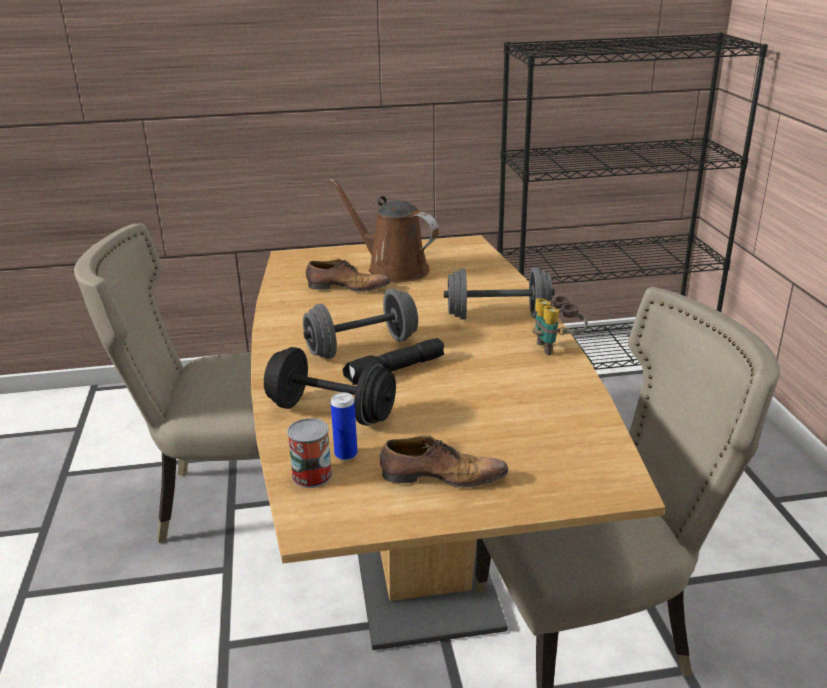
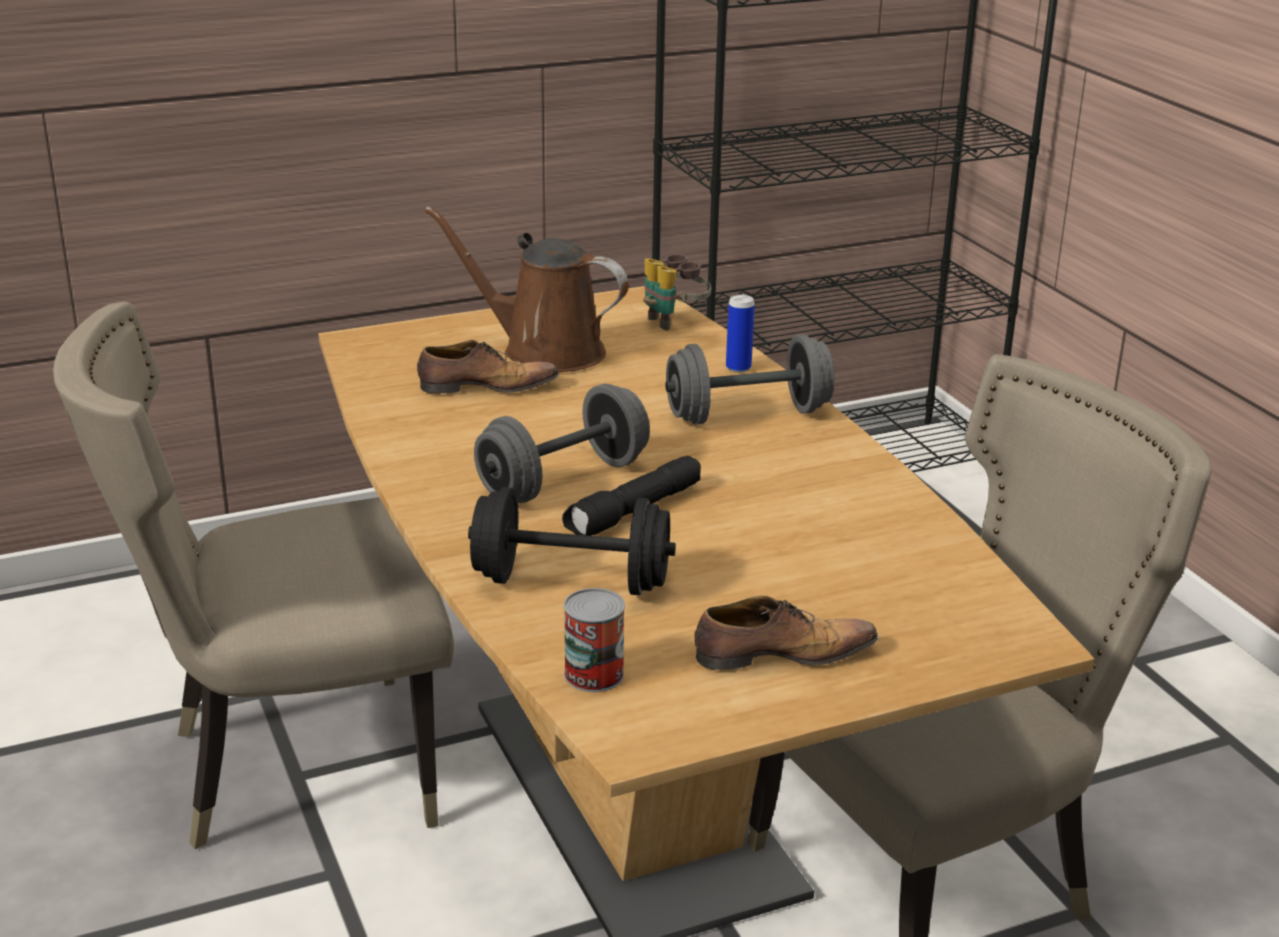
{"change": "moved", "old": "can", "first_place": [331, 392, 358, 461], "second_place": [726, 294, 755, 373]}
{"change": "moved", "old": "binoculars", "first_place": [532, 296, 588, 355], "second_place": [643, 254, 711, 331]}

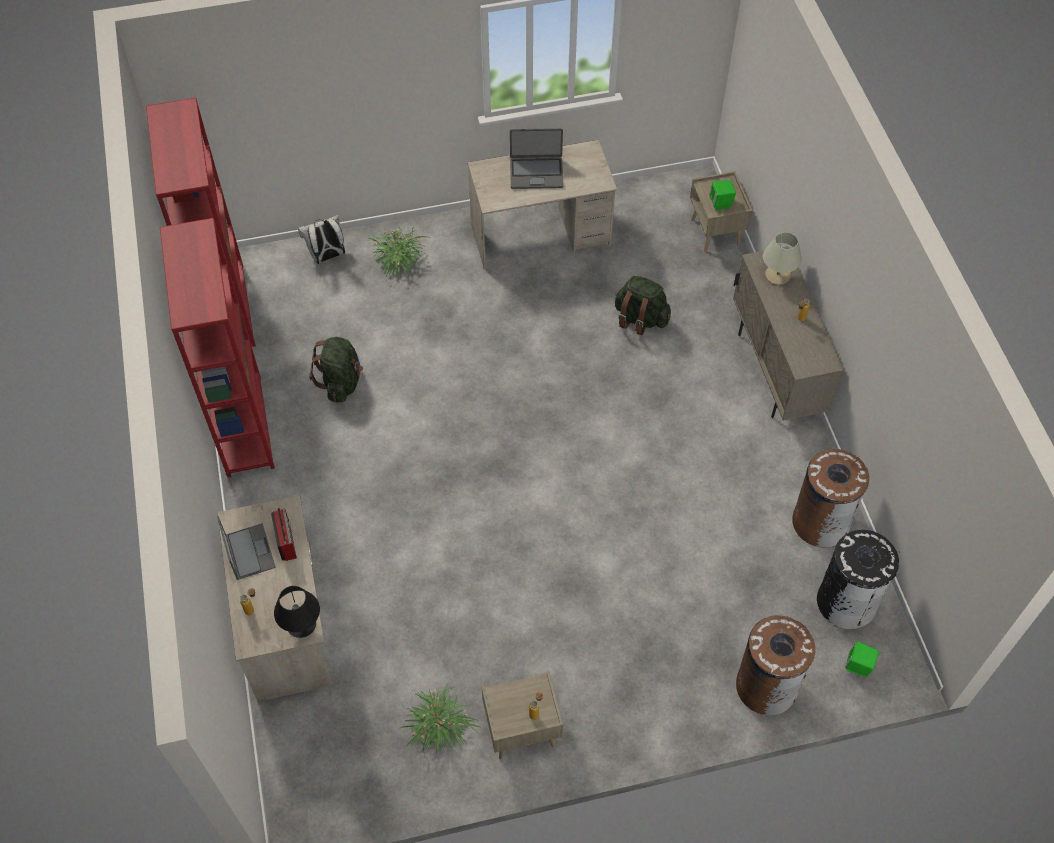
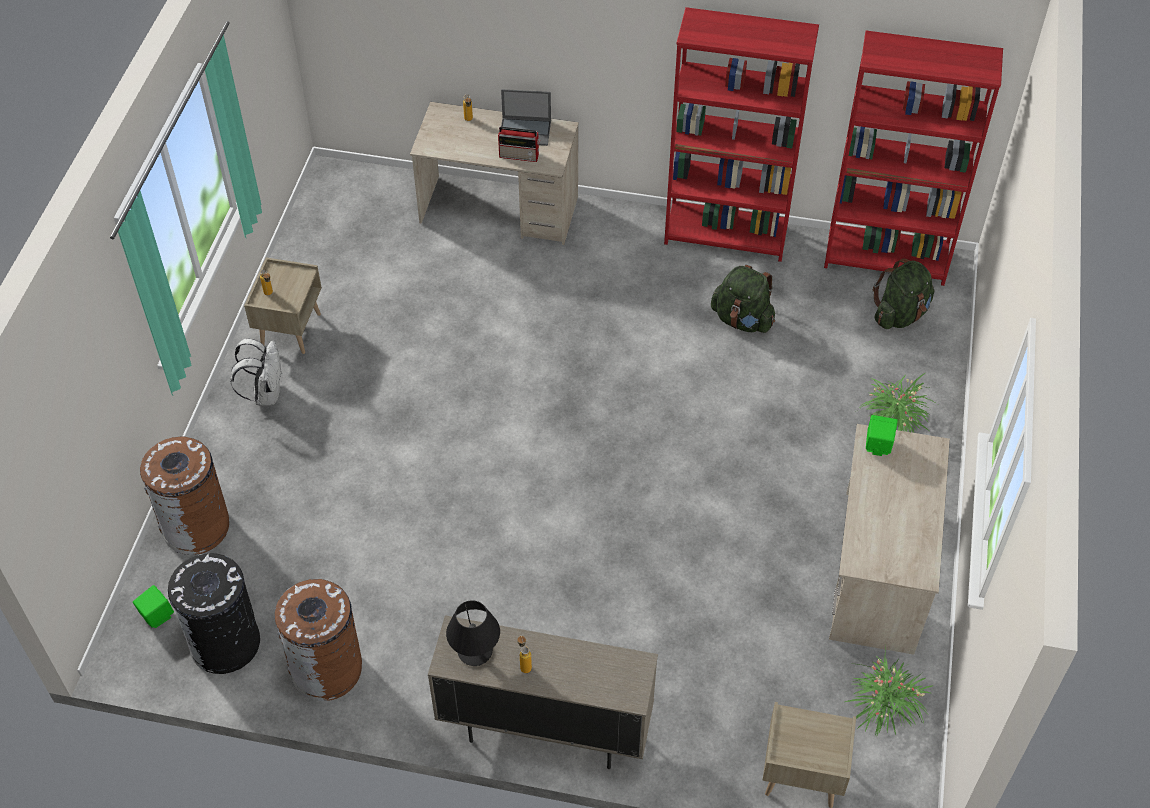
{"change": "moved", "old": "black-coloured lamp for a table", "first_place": [274, 586, 320, 638], "second_place": [446, 600, 500, 666]}
{"change": "moved", "old": "white-coloured backpack", "first_place": [298, 215, 345, 264], "second_place": [230, 338, 282, 405]}
{"change": "moved", "old": "plant in a pot", "first_place": [400, 682, 480, 759], "second_place": [845, 645, 932, 735]}
{"change": "removed", "old": "portable computer", "first_place": [510, 128, 564, 189]}
{"change": "moved", "old": "green-coloured backpack", "first_place": [615, 276, 671, 335], "second_place": [873, 259, 935, 329]}
{"change": "moved", "old": "green-coloured loudspeaker", "first_place": [709, 180, 736, 211], "second_place": [866, 415, 897, 456]}
{"change": "removed", "old": "sand-coloured lamp for a table", "first_place": [763, 232, 802, 285]}

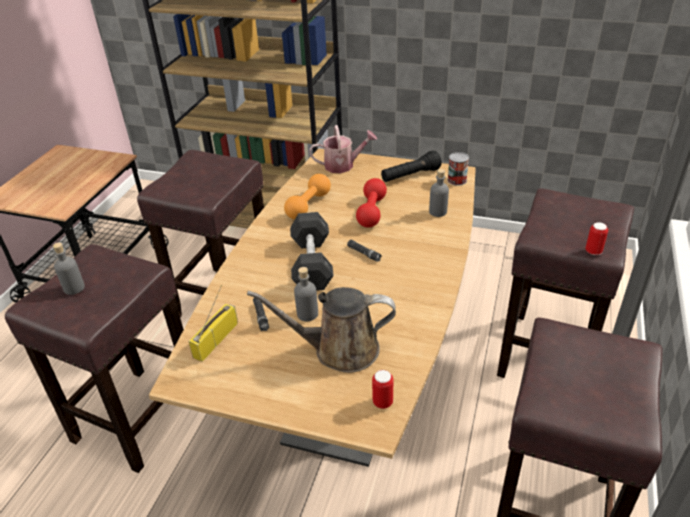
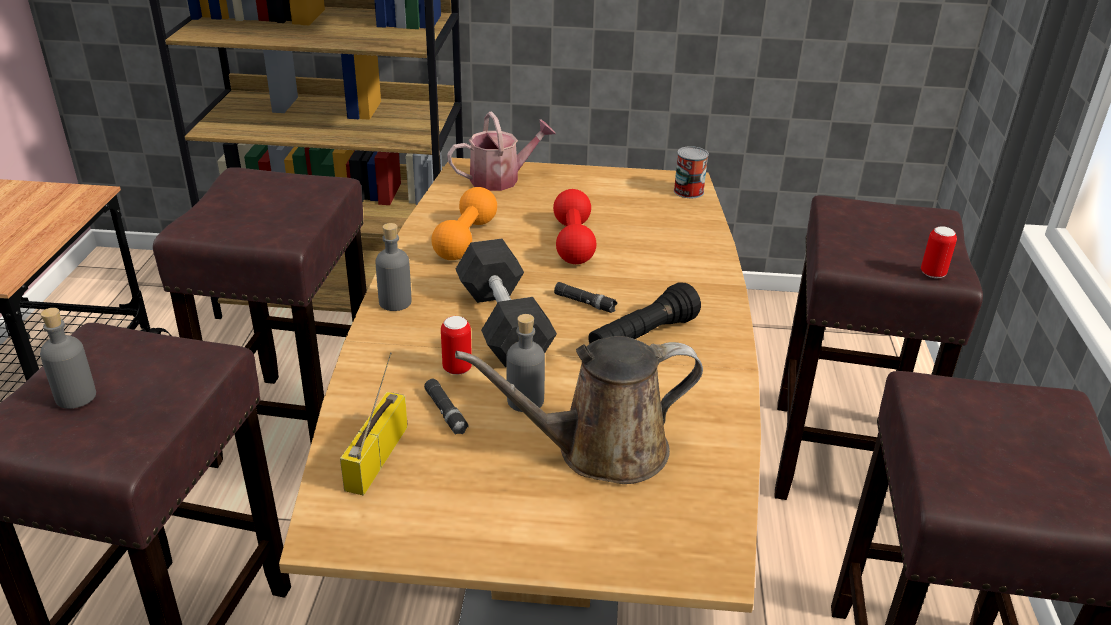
{"change": "moved", "old": "can", "first_place": [372, 370, 393, 409], "second_place": [441, 316, 472, 375]}
{"change": "moved", "old": "black-coloured hand torch", "first_place": [381, 151, 442, 182], "second_place": [588, 282, 701, 344]}
{"change": "moved", "old": "greyish beverage bottle", "first_place": [429, 169, 449, 217], "second_place": [375, 223, 411, 311]}

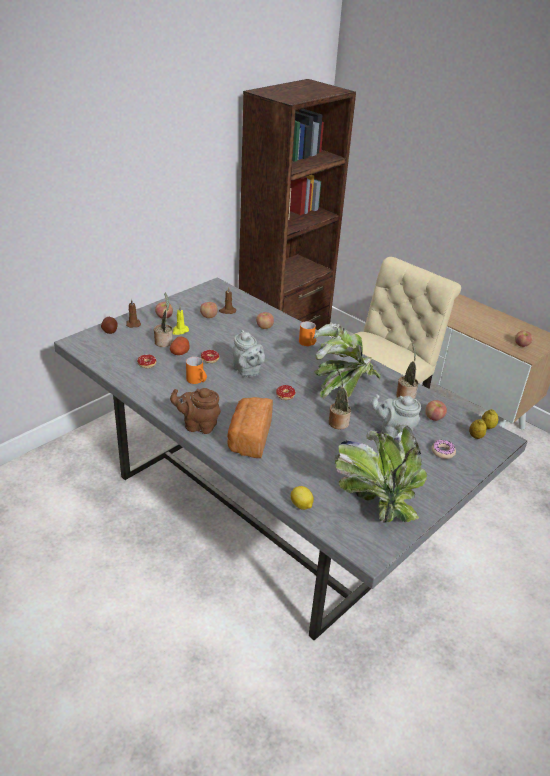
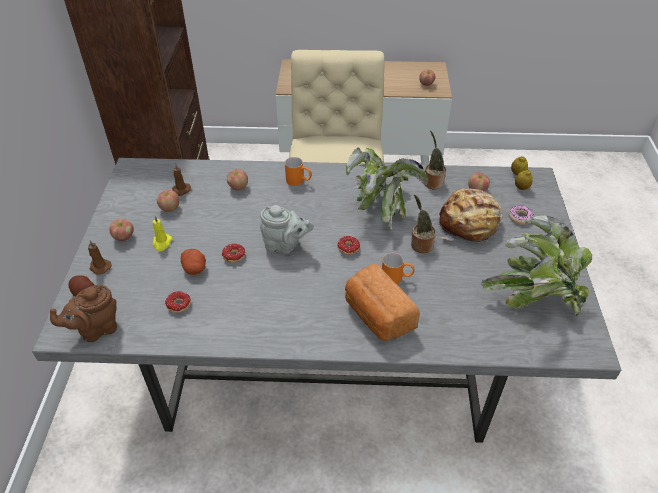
{"change": "removed", "old": "plant in a pot", "first_place": [154, 293, 173, 347]}
{"change": "moved", "old": "brown teapot", "first_place": [170, 388, 221, 434], "second_place": [50, 285, 117, 342]}
{"change": "moved", "old": "orange tea mug", "first_place": [186, 357, 207, 384], "second_place": [382, 253, 414, 285]}
{"change": "removed", "old": "citrus fruit", "first_place": [291, 486, 314, 510]}
{"change": "replaced", "old": "greyish teapot", "new": "bakery bread", "first_place": [371, 394, 421, 438], "second_place": [439, 188, 503, 242]}

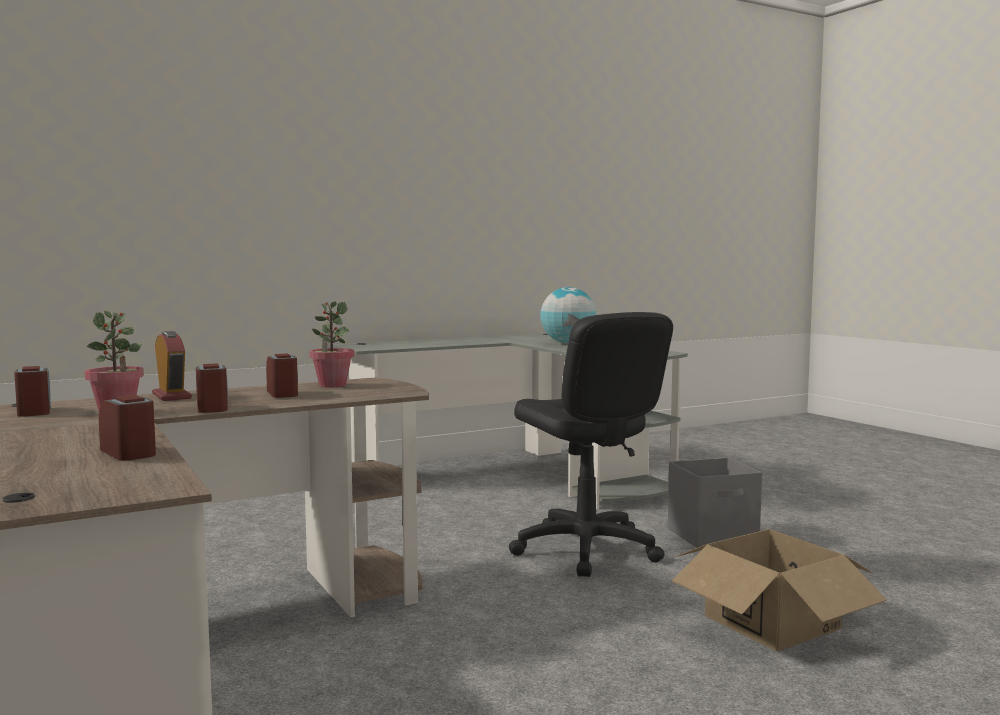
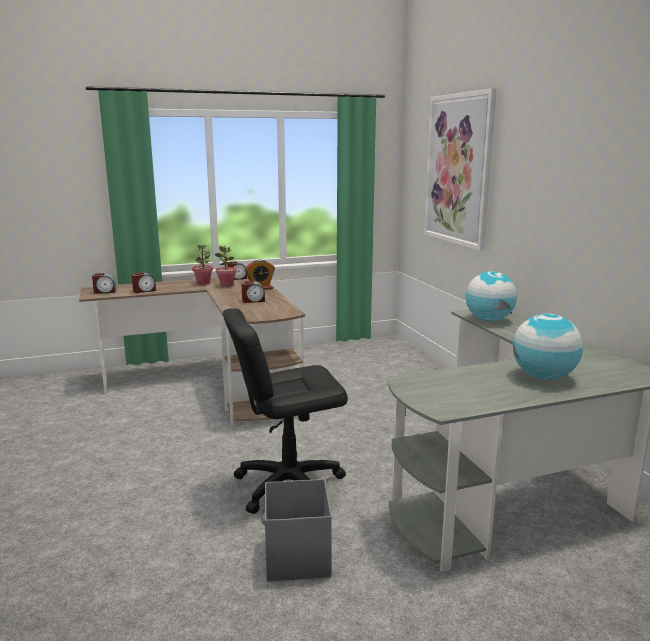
{"change": "moved", "old": "bedside clock", "first_place": [196, 364, 228, 413], "second_place": [92, 273, 117, 294]}
{"change": "moved", "old": "plant in a pot", "first_place": [309, 301, 354, 387], "second_place": [192, 245, 213, 285]}
{"change": "removed", "old": "cardboard box", "first_place": [672, 529, 887, 651]}
{"change": "added", "new": "wall art", "second_place": [424, 88, 497, 251]}
{"change": "added", "new": "globe", "second_place": [465, 271, 517, 321]}

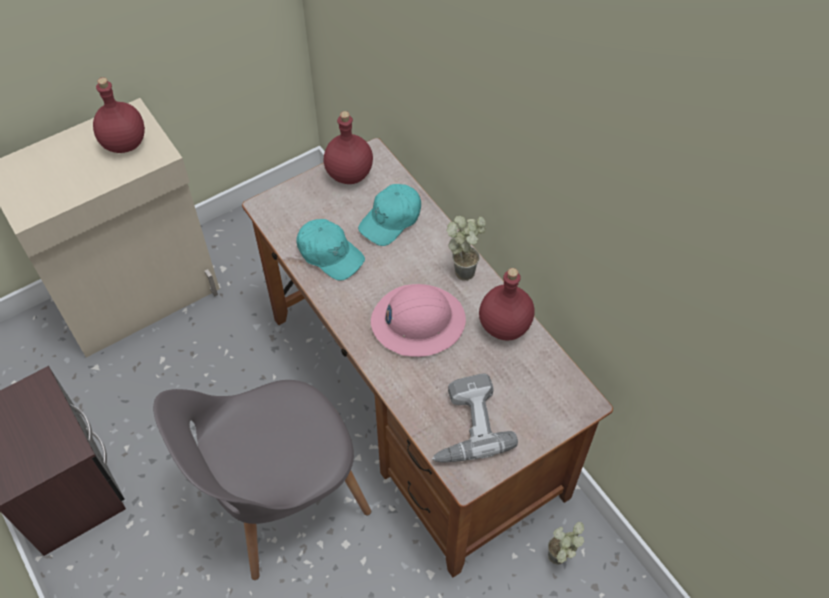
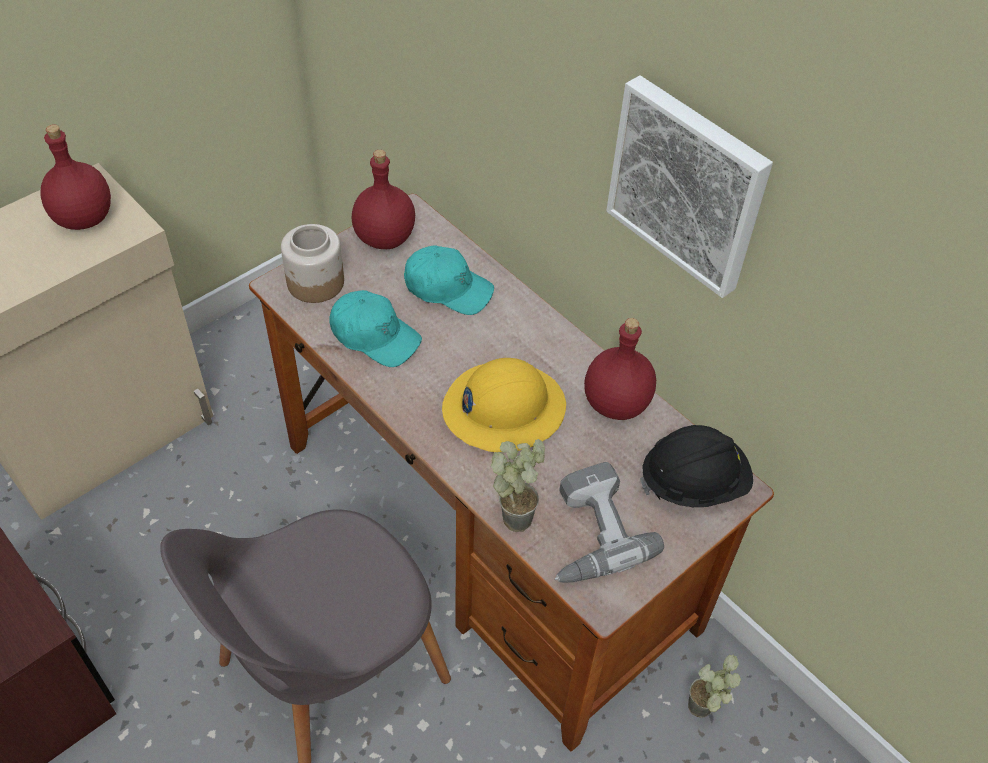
{"change": "turned", "old": "turquoise cap", "first_place": [358, 184, 421, 246], "second_place": [404, 245, 494, 315], "degrees": -105}
{"change": "recoloured", "old": "pink hard hat", "new": "yellow-coloured hard hat", "first_place": [371, 284, 466, 357], "second_place": [442, 358, 566, 452]}
{"change": "moved", "old": "plant in a pot", "first_place": [446, 216, 486, 281], "second_place": [490, 439, 545, 532]}
{"change": "added", "new": "jar", "second_place": [281, 224, 344, 303]}
{"change": "added", "new": "wall art", "second_place": [606, 75, 773, 298]}
{"change": "added", "new": "black-coloured hard hat", "second_place": [640, 425, 753, 507]}

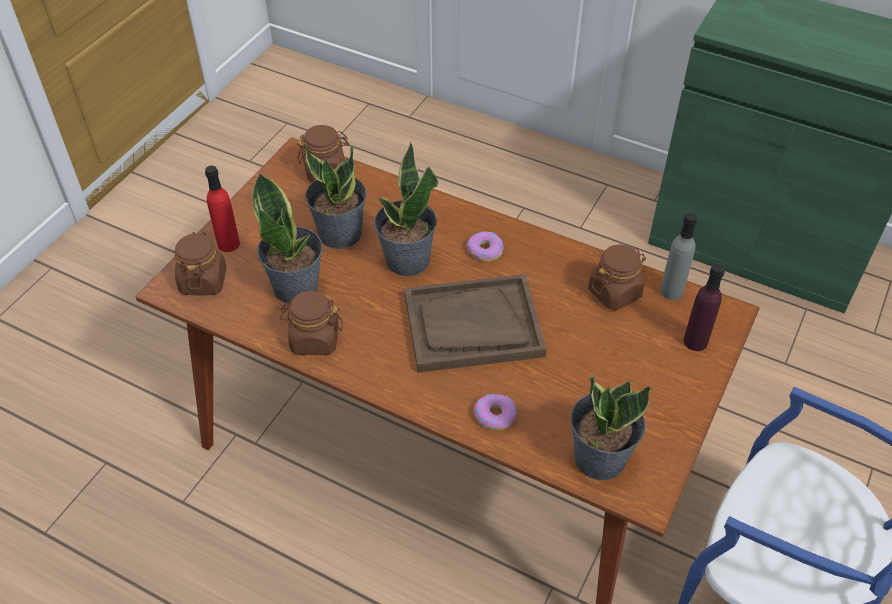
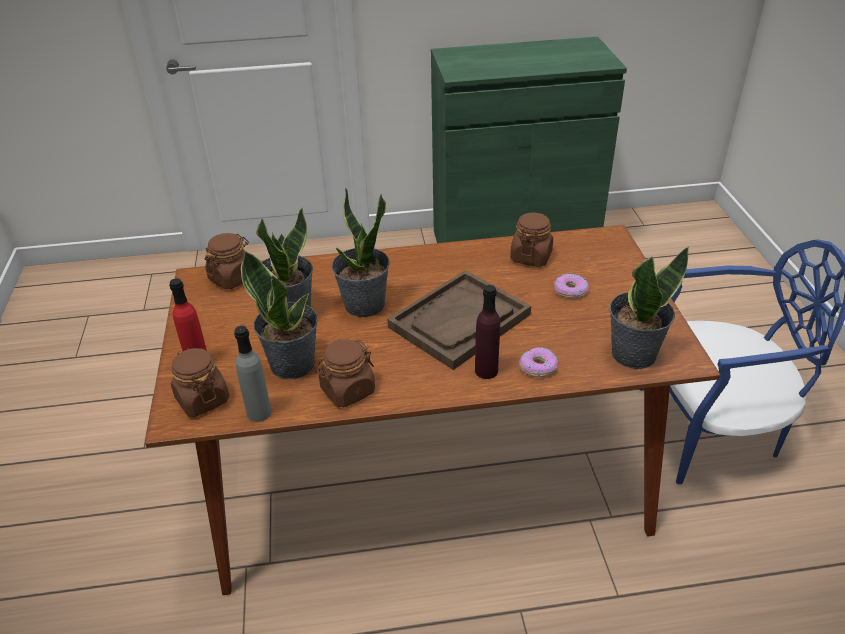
{"change": "moved", "old": "doughnut", "first_place": [466, 231, 503, 262], "second_place": [554, 273, 589, 298]}
{"change": "moved", "old": "greyish beverage bottle", "first_place": [660, 213, 698, 300], "second_place": [234, 326, 272, 422]}
{"change": "moved", "old": "purple-coloured beverage bottle", "first_place": [683, 264, 725, 351], "second_place": [475, 285, 500, 379]}

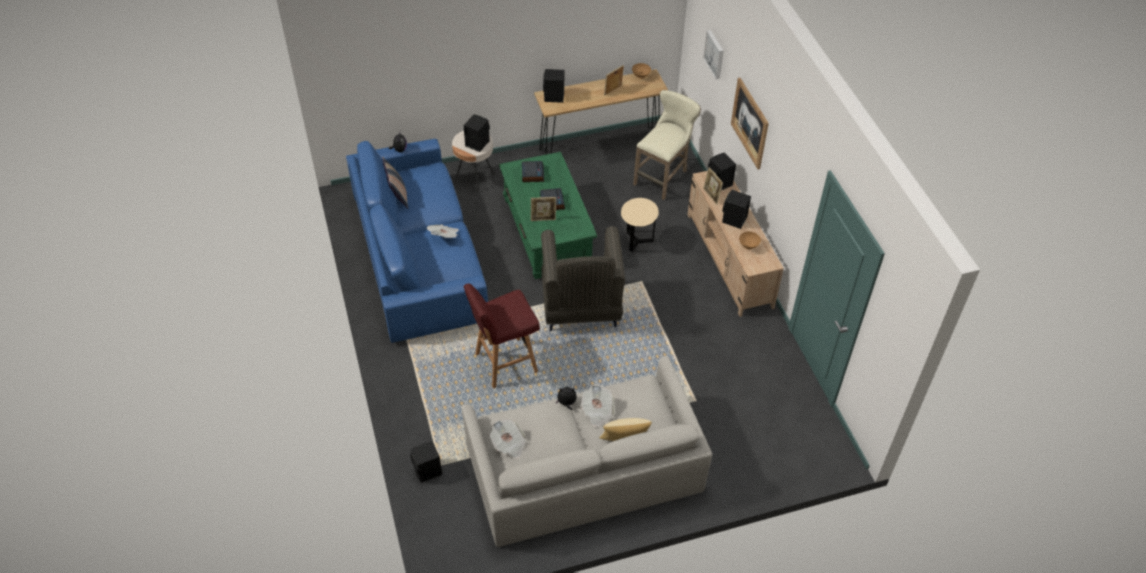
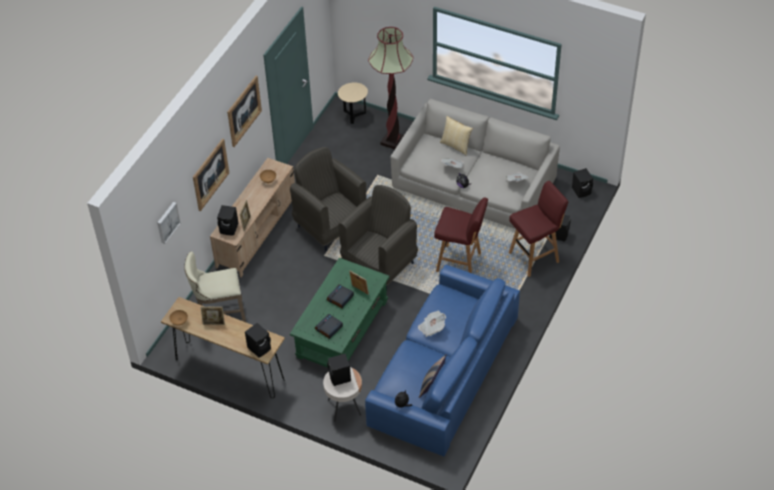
{"change": "moved", "old": "sand-coloured side table", "first_place": [621, 198, 659, 252], "second_place": [338, 82, 368, 124]}
{"change": "moved", "old": "black-coloured loudspeaker", "first_place": [722, 190, 751, 229], "second_place": [572, 168, 593, 198]}
{"change": "added", "new": "wall art", "second_place": [227, 76, 262, 147]}
{"change": "added", "new": "greyish armchair", "second_place": [290, 147, 366, 252]}
{"change": "added", "new": "standard lamp", "second_place": [368, 27, 414, 149]}
{"change": "added", "new": "reddish stool seat", "second_place": [509, 181, 568, 277]}

